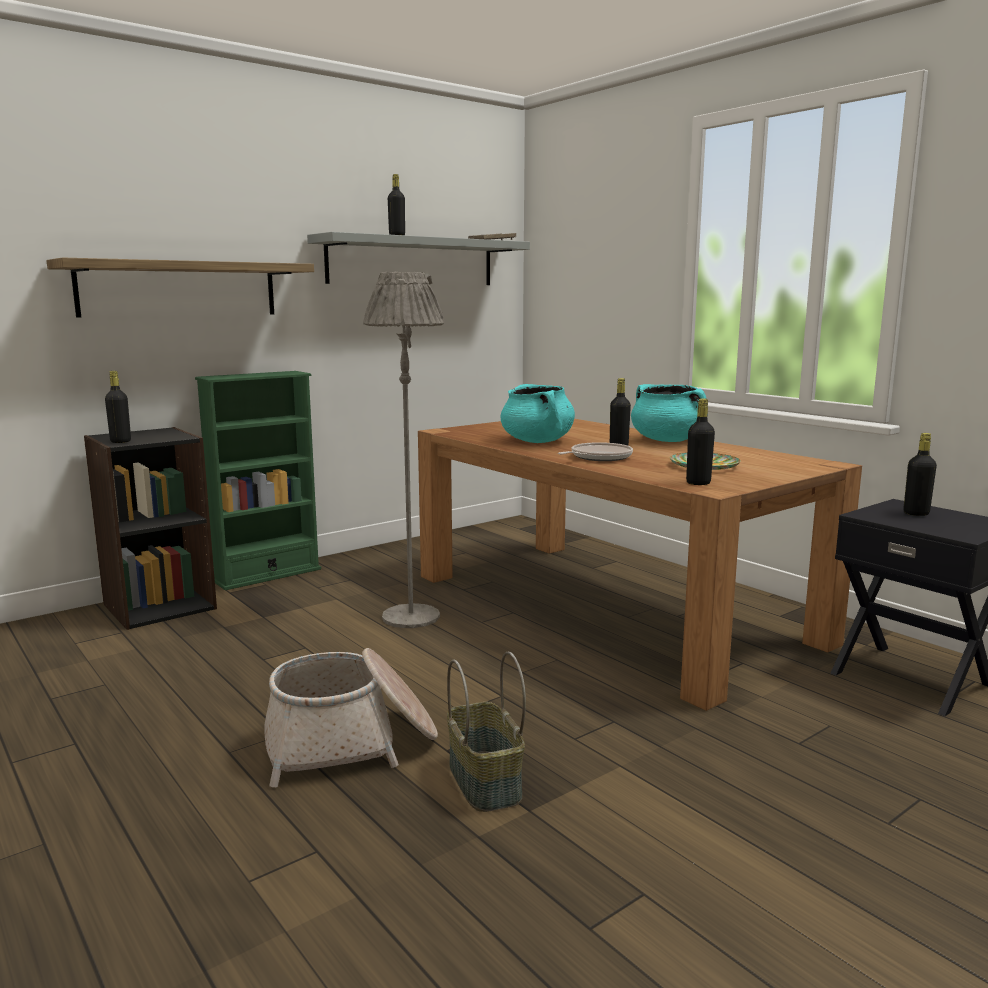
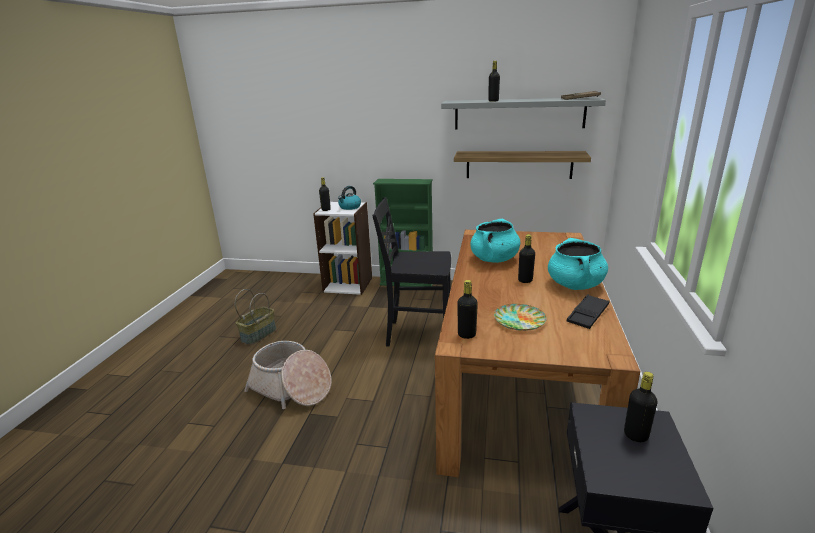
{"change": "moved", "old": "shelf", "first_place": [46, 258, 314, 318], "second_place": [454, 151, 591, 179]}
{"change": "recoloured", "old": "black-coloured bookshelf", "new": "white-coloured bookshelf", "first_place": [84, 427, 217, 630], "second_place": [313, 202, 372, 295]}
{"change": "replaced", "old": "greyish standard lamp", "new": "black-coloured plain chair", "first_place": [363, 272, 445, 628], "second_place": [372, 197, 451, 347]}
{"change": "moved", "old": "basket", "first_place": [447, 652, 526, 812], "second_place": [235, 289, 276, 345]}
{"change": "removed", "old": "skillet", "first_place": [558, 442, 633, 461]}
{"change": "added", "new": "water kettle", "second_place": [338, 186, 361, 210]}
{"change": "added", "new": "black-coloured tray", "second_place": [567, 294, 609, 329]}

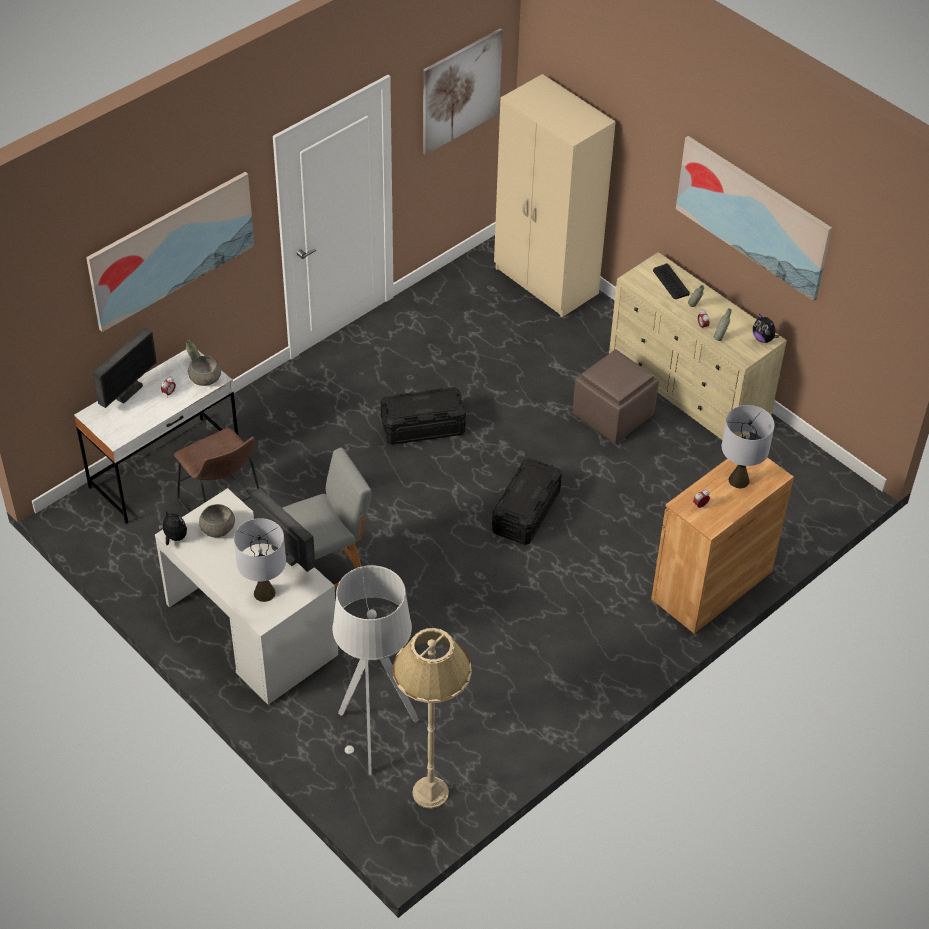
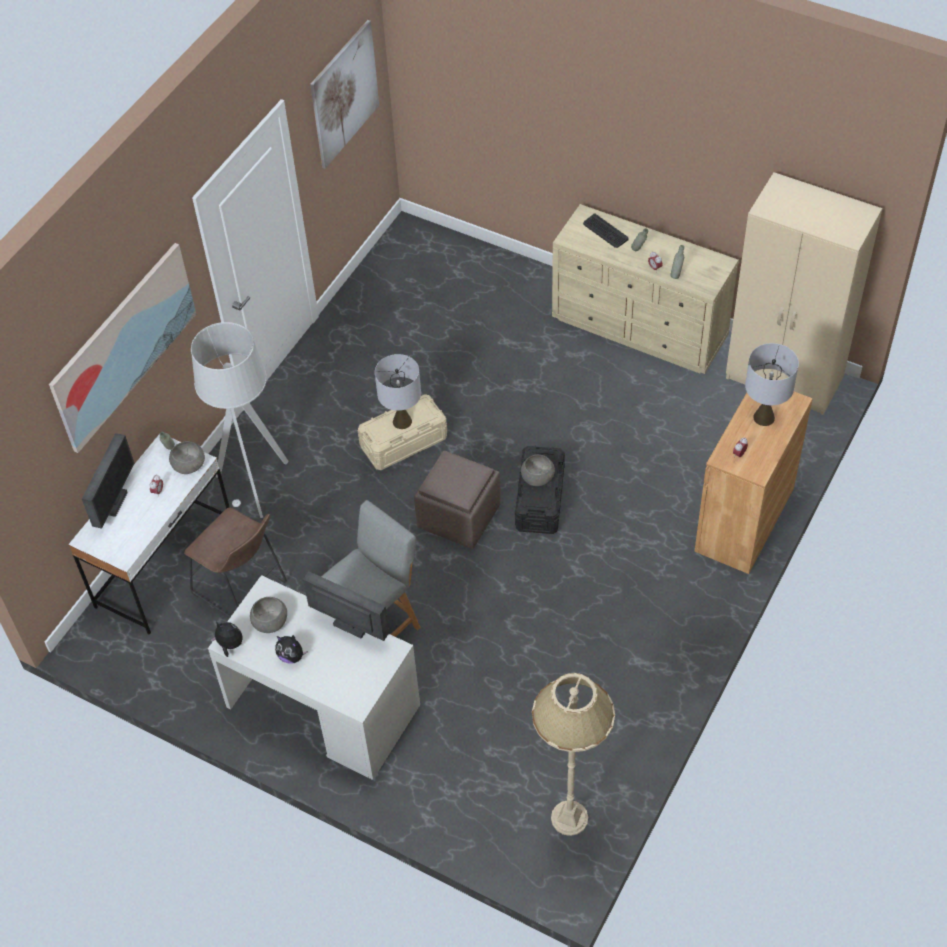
{"change": "moved", "old": "greyish lamp for a table", "first_place": [234, 518, 286, 602], "second_place": [375, 354, 421, 429]}
{"change": "moved", "old": "greyish standard lamp", "first_place": [333, 565, 419, 775], "second_place": [191, 322, 288, 518]}
{"change": "recoloured", "old": "black-coloured storage container", "new": "sand-coloured storage container", "first_place": [381, 387, 466, 445], "second_place": [358, 394, 447, 470]}
{"change": "moved", "old": "sand-coloured armoire", "first_place": [494, 74, 616, 317], "second_place": [726, 172, 882, 415]}
{"change": "moved", "old": "brown footrest", "first_place": [573, 349, 659, 444], "second_place": [414, 451, 500, 549]}
{"change": "removed", "old": "wall art", "first_place": [676, 136, 832, 301]}
{"change": "moved", "old": "cuddly toy", "first_place": [753, 314, 779, 343], "second_place": [275, 635, 308, 664]}
{"change": "added", "new": "greyish deep dish", "second_place": [521, 455, 555, 486]}

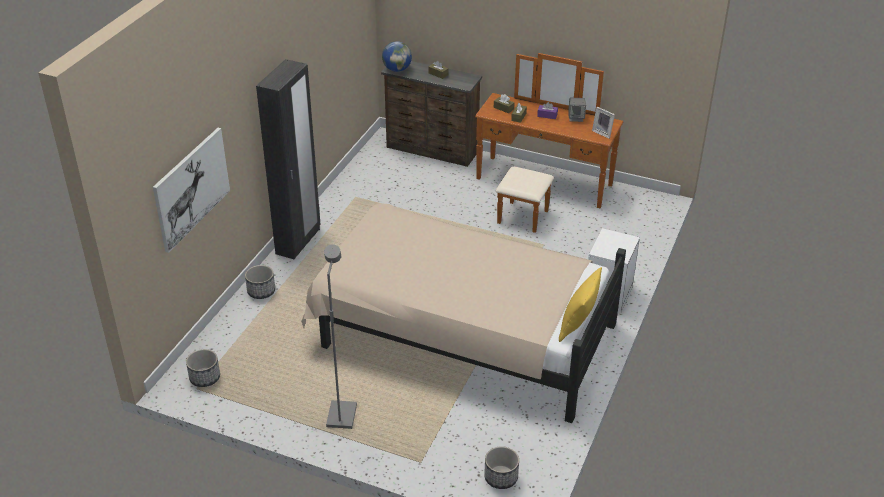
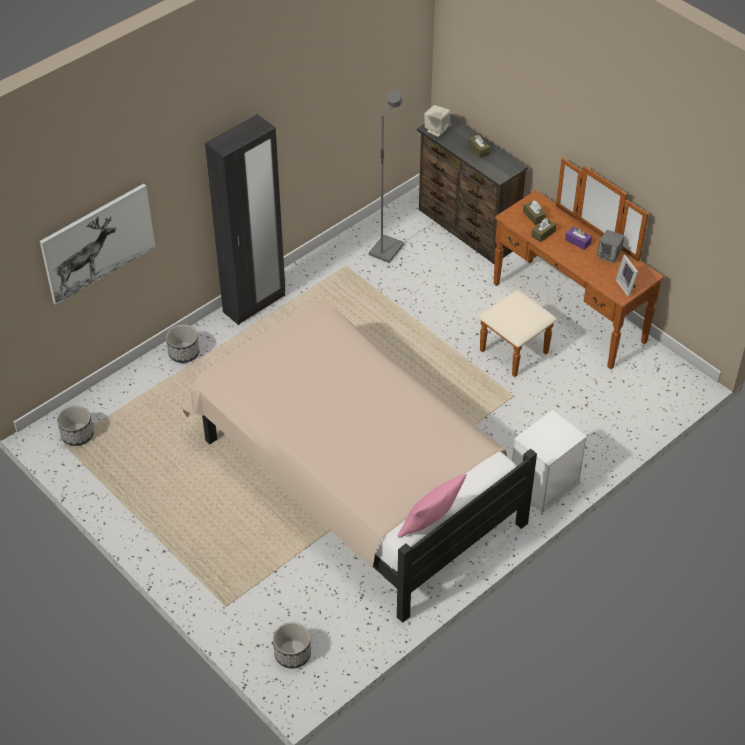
{"change": "moved", "old": "greyish standard lamp", "first_place": [324, 244, 357, 429], "second_place": [369, 90, 404, 263]}
{"change": "replaced", "old": "globe", "new": "sand-coloured loudspeaker", "first_place": [382, 41, 412, 72], "second_place": [424, 105, 450, 137]}
{"change": "recoloured", "old": "yellow-coloured pillow", "new": "pink pillow", "first_place": [559, 267, 602, 342], "second_place": [398, 474, 467, 538]}

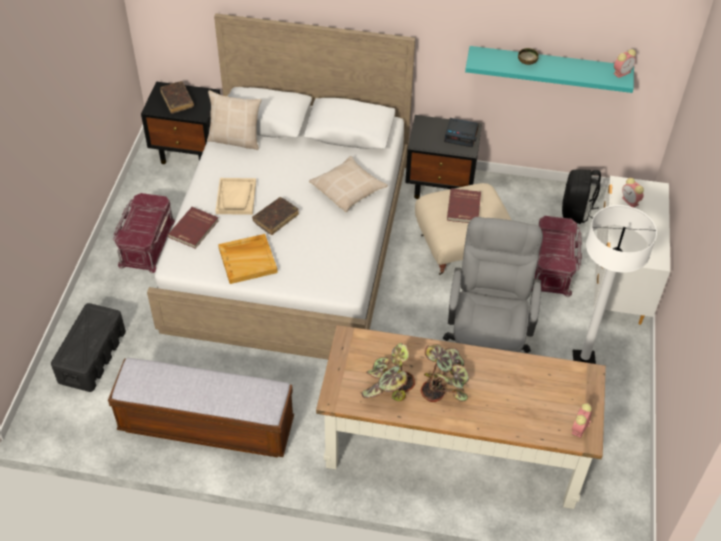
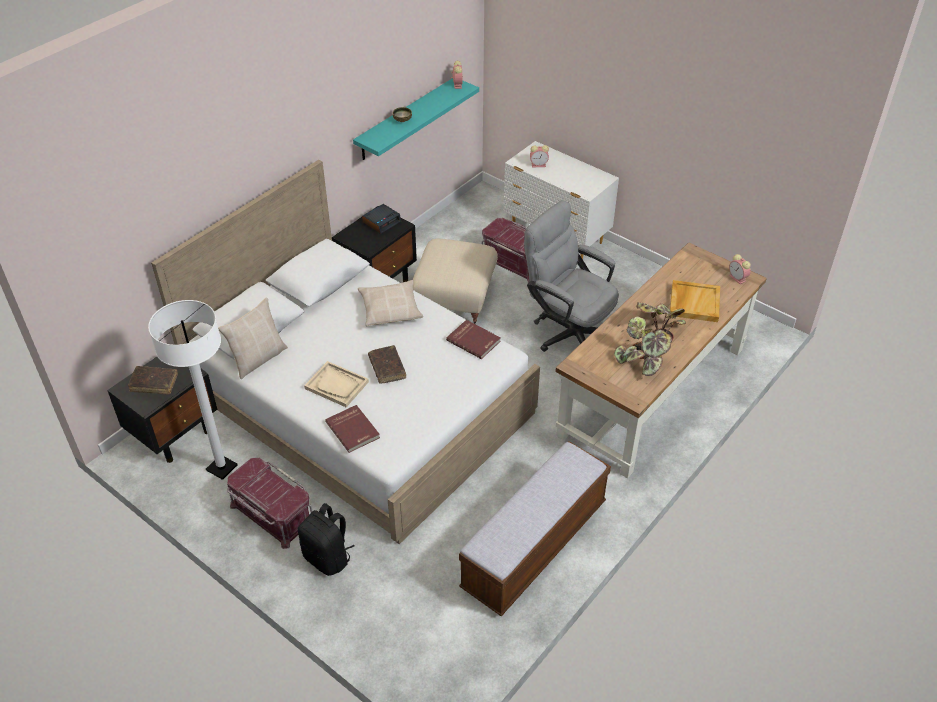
{"change": "removed", "old": "black-coloured storage container", "first_place": [51, 303, 126, 392]}
{"change": "moved", "old": "sand-coloured tray", "first_place": [218, 234, 278, 284], "second_place": [670, 280, 720, 322]}
{"change": "moved", "old": "reddish book", "first_place": [447, 188, 481, 223], "second_place": [446, 320, 501, 359]}
{"change": "moved", "old": "black-coloured backpack", "first_place": [562, 170, 601, 224], "second_place": [298, 503, 355, 576]}
{"change": "moved", "old": "white-coloured standard lamp", "first_place": [573, 205, 657, 364], "second_place": [148, 300, 237, 480]}

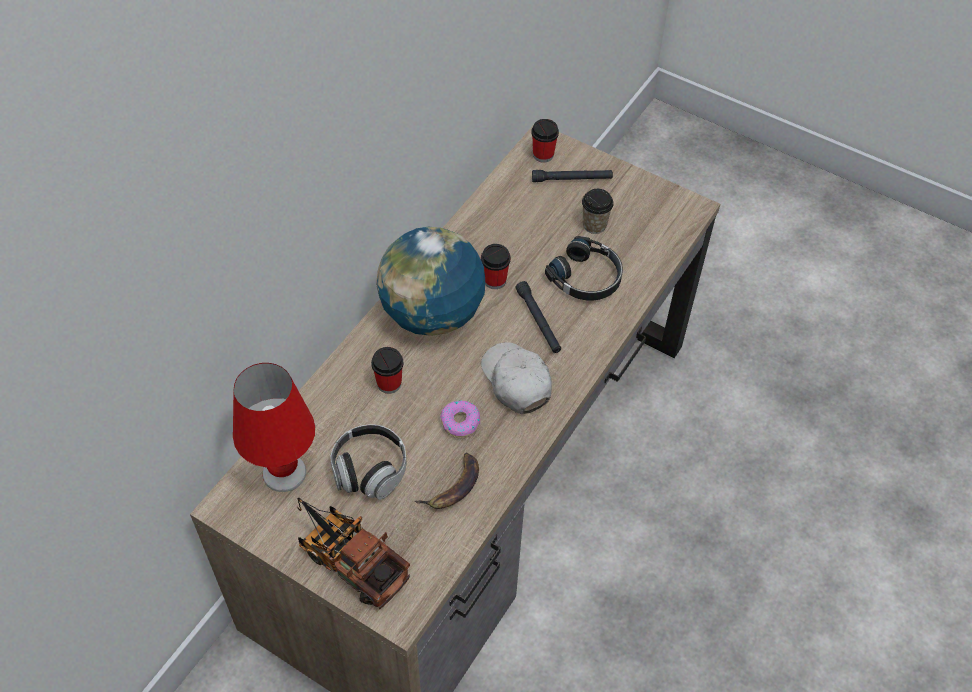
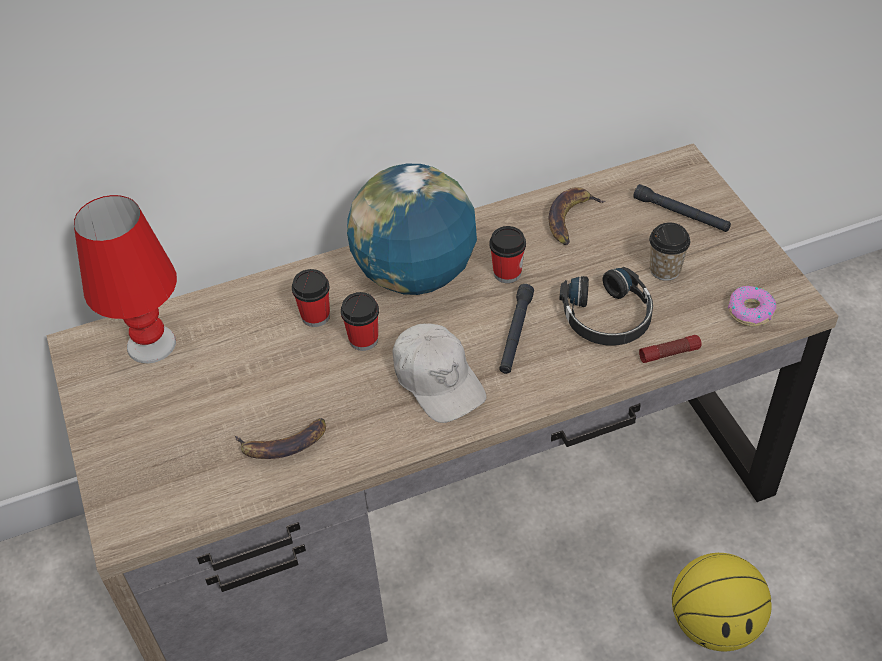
{"change": "removed", "old": "toy lorry", "first_place": [297, 498, 410, 609]}
{"change": "removed", "old": "pair of headphones", "first_place": [330, 424, 406, 500]}
{"change": "moved", "old": "doughnut", "first_place": [440, 400, 480, 438], "second_place": [728, 286, 777, 327]}
{"change": "turned", "old": "white-coloured cap", "first_place": [481, 342, 552, 414], "second_place": [392, 323, 486, 423], "degrees": 135}
{"change": "moved", "old": "drinking cup", "first_place": [531, 119, 559, 163], "second_place": [341, 292, 379, 351]}
{"change": "added", "new": "banana fruit", "second_place": [548, 187, 605, 245]}
{"change": "added", "new": "hand torch", "second_place": [639, 335, 702, 363]}
{"change": "added", "new": "basketball", "second_place": [672, 553, 772, 651]}

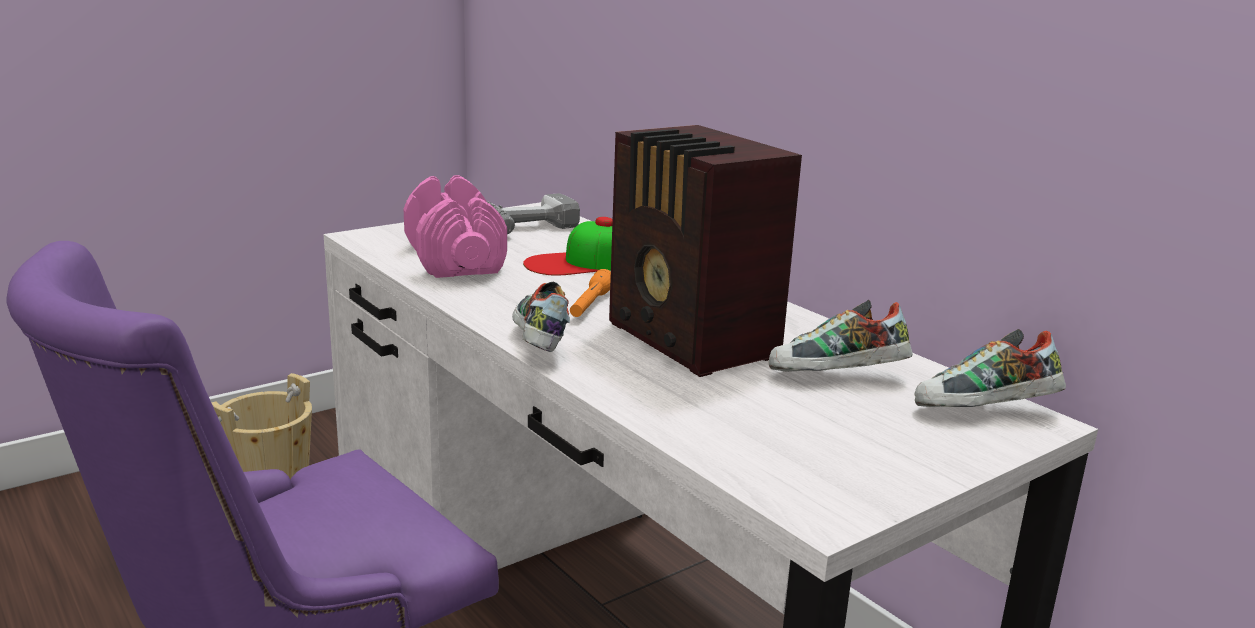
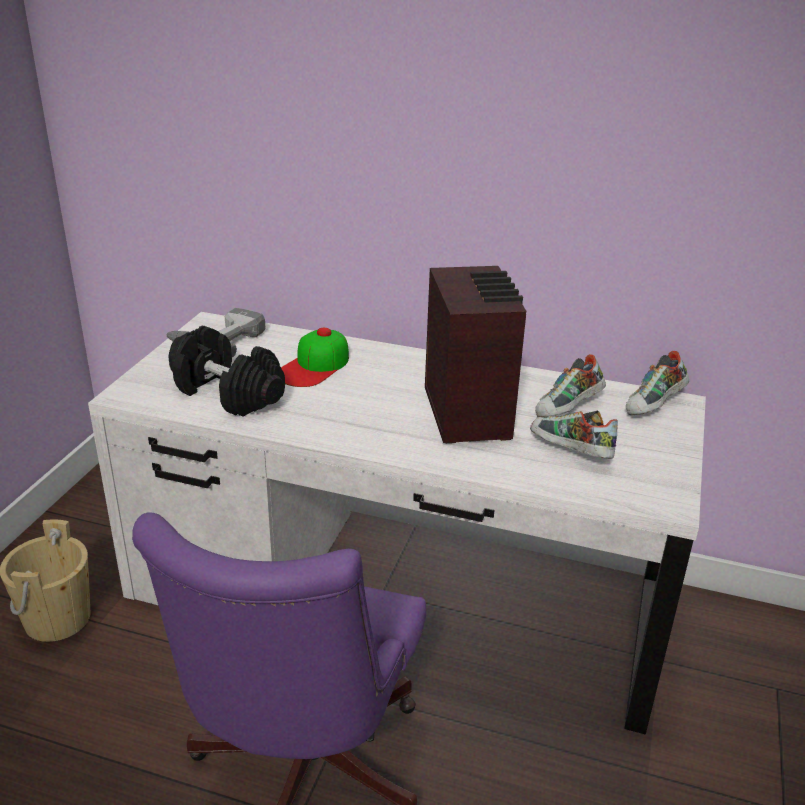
{"change": "recoloured", "old": "pink free weight", "new": "black-coloured free weight", "first_place": [404, 175, 507, 278], "second_place": [168, 326, 285, 417]}
{"change": "moved", "old": "item of footwear", "first_place": [512, 282, 570, 352], "second_place": [530, 410, 618, 459]}
{"change": "removed", "old": "orange hand torch", "first_place": [570, 269, 611, 317]}
{"change": "turned", "old": "radio", "first_place": [609, 125, 802, 377], "second_place": [425, 266, 527, 443], "degrees": -120}

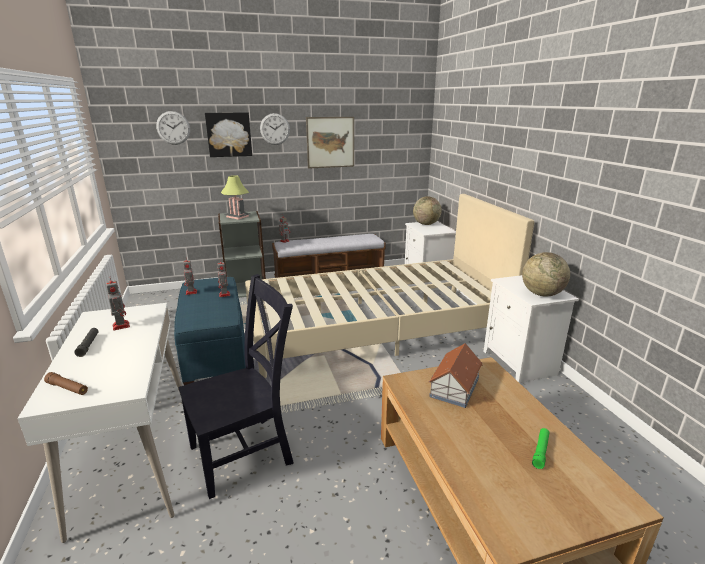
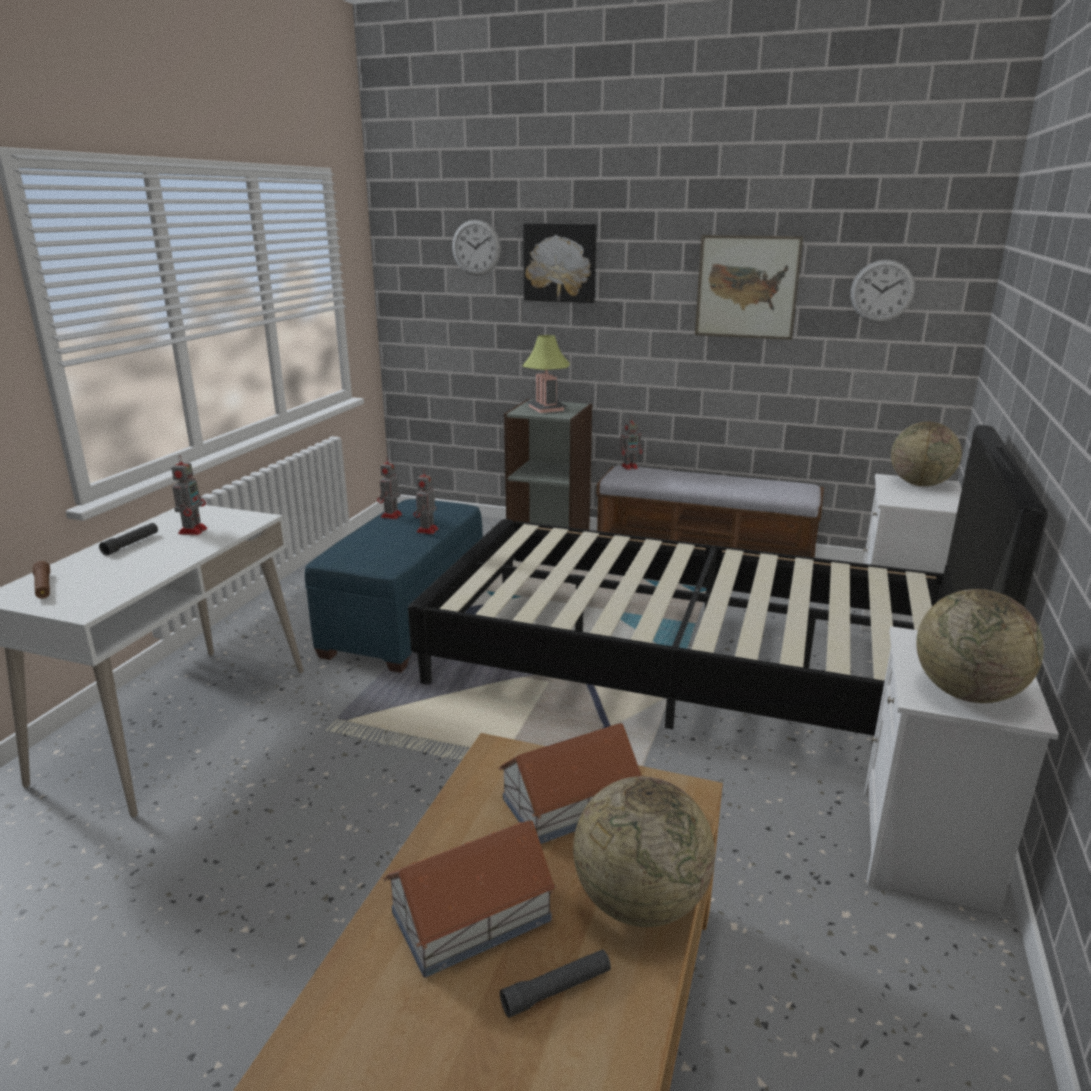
{"change": "removed", "old": "black-coloured plain chair", "first_place": [178, 274, 294, 499]}
{"change": "recoloured", "old": "sand-coloured bedroom bed", "new": "black-coloured bedroom bed", "first_place": [245, 194, 535, 378], "second_place": [408, 425, 1048, 736]}
{"change": "moved", "old": "hanging clock", "first_place": [260, 113, 290, 145], "second_place": [850, 260, 915, 323]}
{"change": "recoloured", "old": "green-coloured hand torch", "new": "black-coloured hand torch", "first_place": [532, 428, 550, 469], "second_place": [500, 950, 611, 1018]}
{"change": "added", "new": "miniature house", "second_place": [383, 820, 557, 978]}
{"change": "added", "new": "globe", "second_place": [573, 776, 715, 927]}

